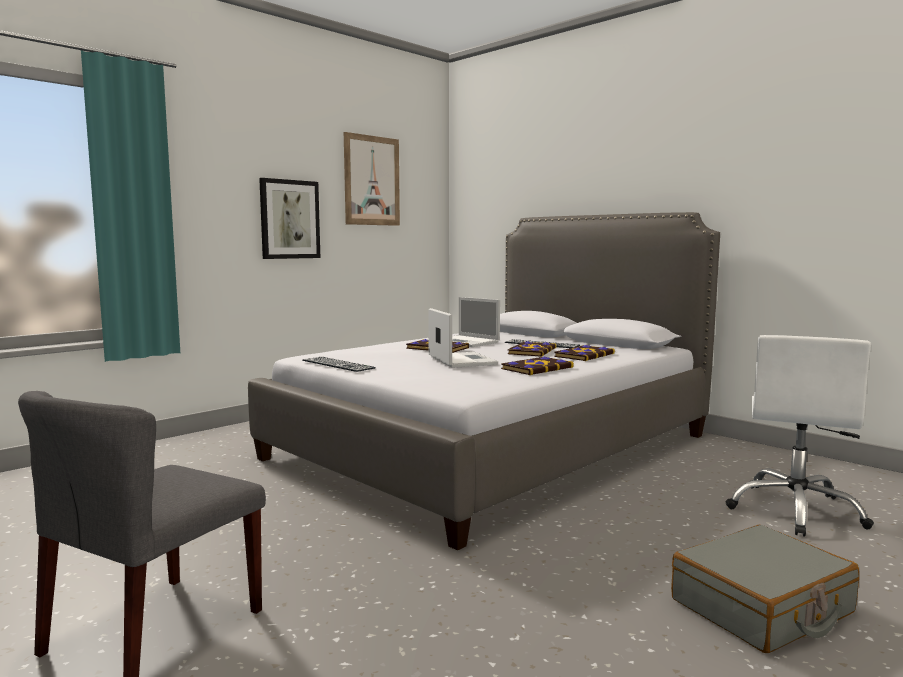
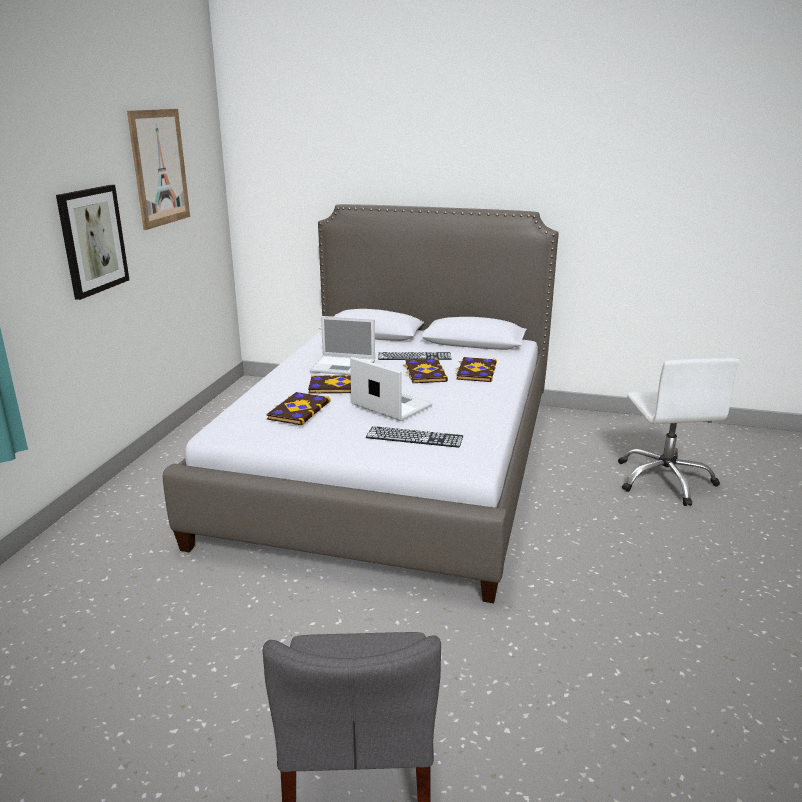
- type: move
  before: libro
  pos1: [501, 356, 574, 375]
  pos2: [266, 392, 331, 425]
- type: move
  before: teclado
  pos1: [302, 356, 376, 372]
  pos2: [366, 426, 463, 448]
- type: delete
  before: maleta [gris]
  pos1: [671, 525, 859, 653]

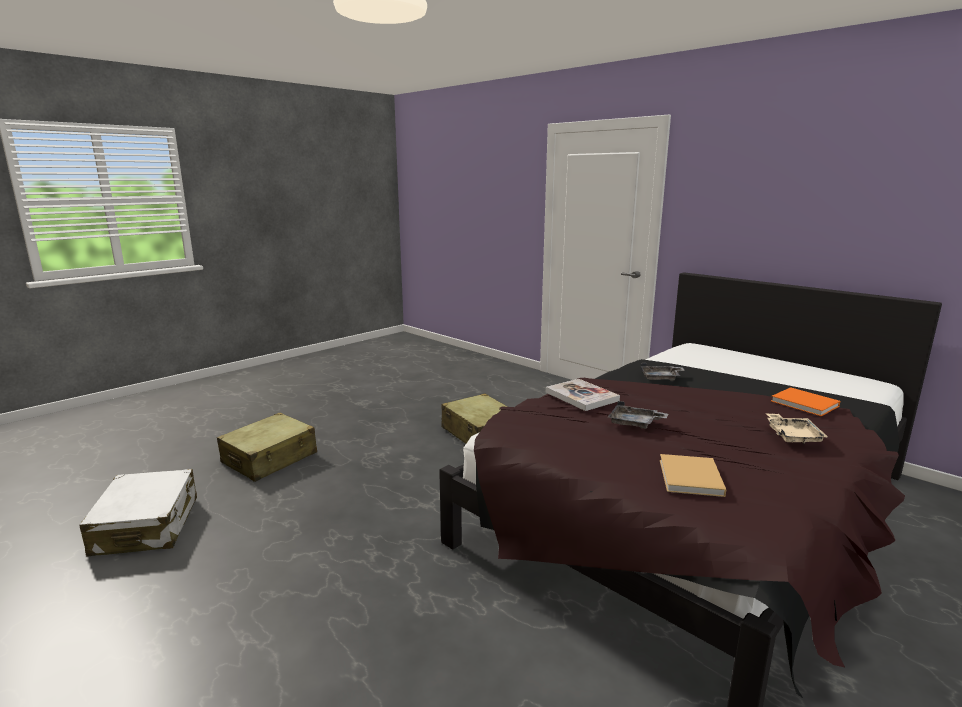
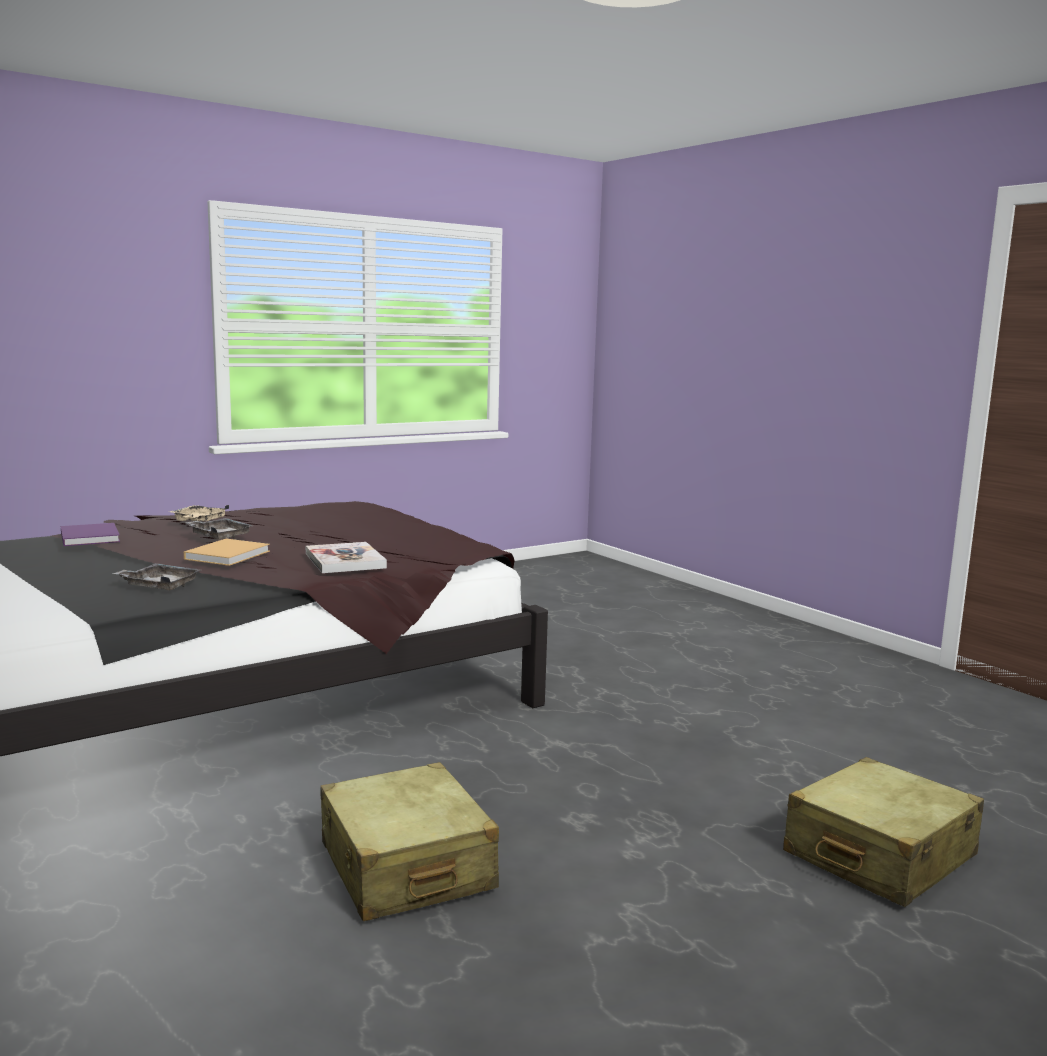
- type: recolor
  before: libro [naranja]
  after: libro [morado]
  pos1: [771, 387, 840, 416]
  pos2: [61, 523, 120, 546]
- type: move
  before: bandeja [gris]
  pos1: [608, 401, 668, 429]
  pos2: [184, 518, 253, 540]
- type: move
  before: libro [beis]
  pos1: [660, 454, 727, 497]
  pos2: [184, 539, 270, 566]
- type: delete
  before: maleta [blanco]
  pos1: [80, 469, 197, 557]

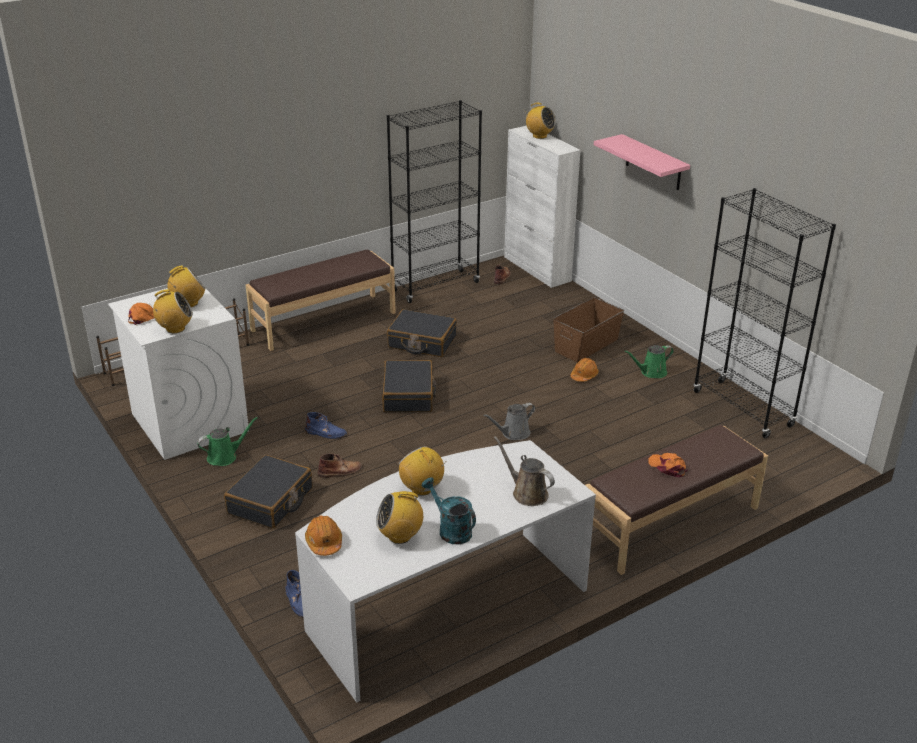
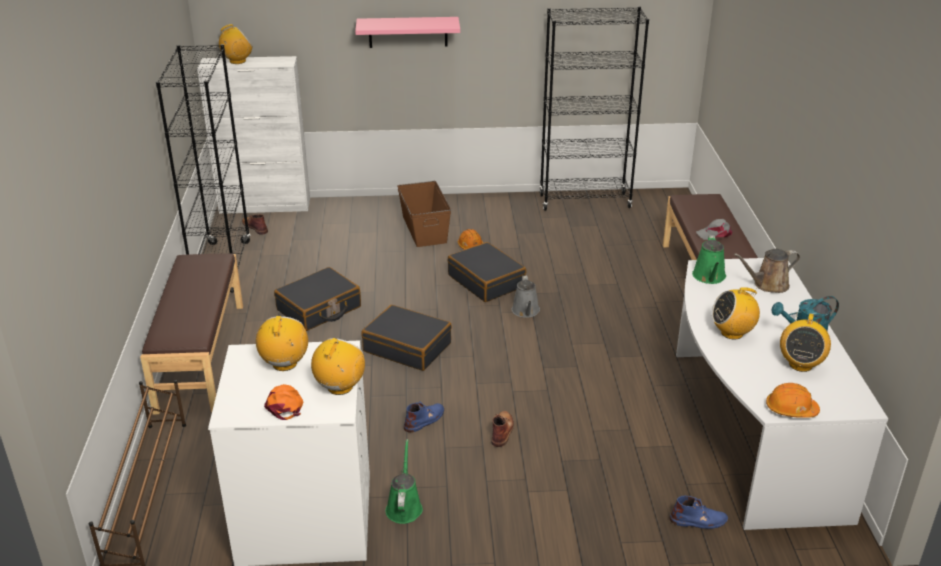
- type: move
  before: maleta [negro]
  pos1: [224, 455, 312, 529]
  pos2: [448, 242, 526, 302]
- type: move
  before: regadera [verde]
  pos1: [625, 345, 674, 378]
  pos2: [692, 236, 726, 284]
- type: recolor
  before: gorra [naranja]
  after: gorra [gris]
  pos1: [648, 453, 688, 477]
  pos2: [696, 219, 732, 240]

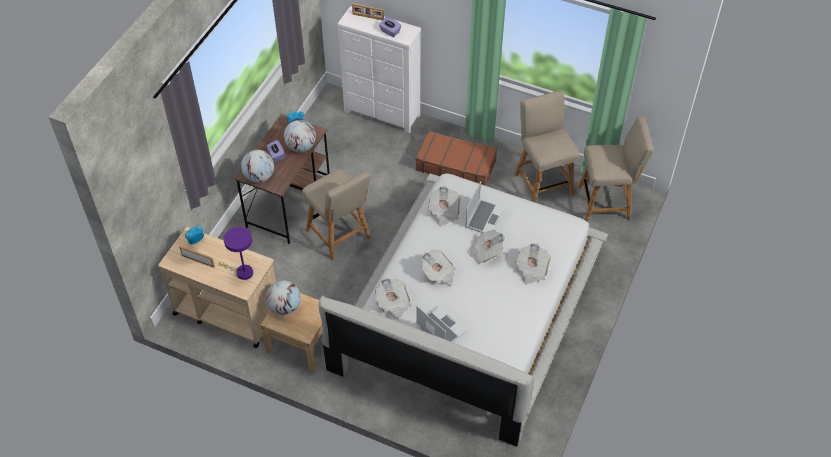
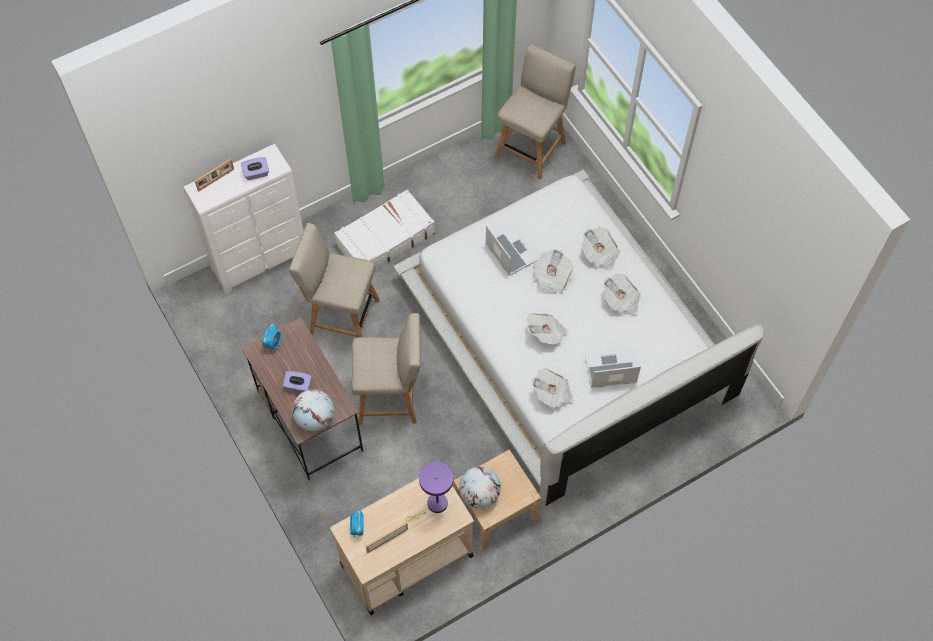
- type: move
  before: silla [beis]
  pos1: [514, 90, 580, 203]
  pos2: [289, 223, 380, 338]
- type: recolor
  before: maleta [marrón]
  after: maleta [blanco]
  pos1: [416, 131, 497, 186]
  pos2: [334, 189, 435, 270]
- type: move
  before: periódico
  pos1: [428, 186, 461, 226]
  pos2: [604, 274, 641, 316]
- type: delete
  before: globo terráqueo
  pos1: [284, 120, 316, 152]

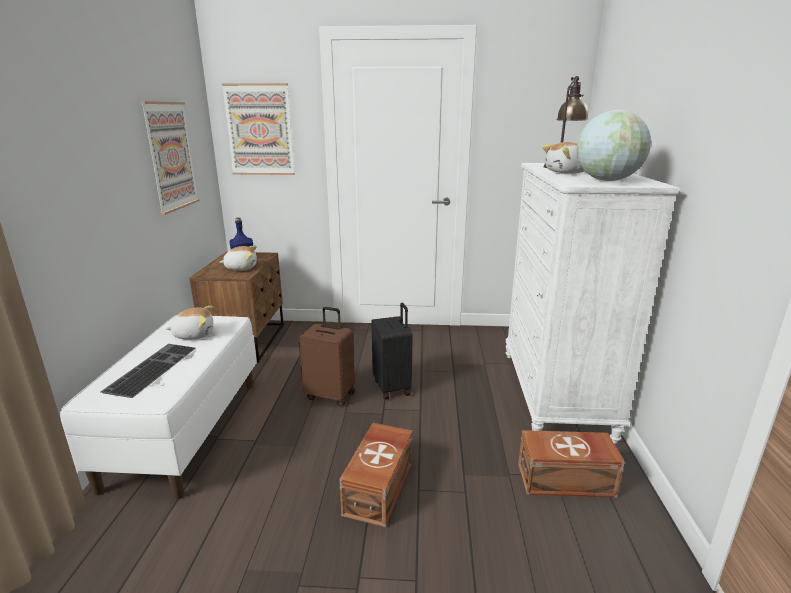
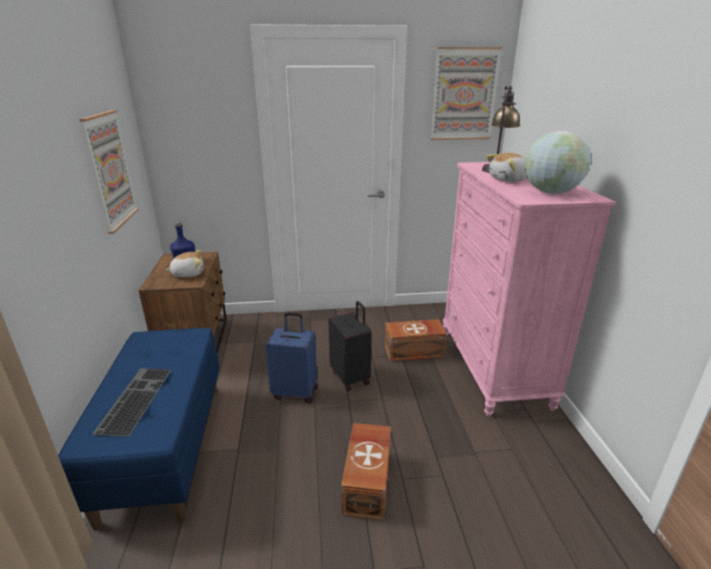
- type: recolor
  before: banco [blanco]
  after: banco [azul]
  pos1: [60, 315, 257, 499]
  pos2: [58, 328, 220, 531]
- type: recolor
  before: maleta [marrón]
  after: maleta [azul]
  pos1: [298, 307, 355, 407]
  pos2: [265, 312, 318, 403]
- type: move
  before: caja de almacenaje [marrón]
  pos1: [518, 430, 625, 498]
  pos2: [385, 319, 447, 361]
- type: move
  before: cuadro
  pos1: [222, 83, 295, 175]
  pos2: [430, 47, 502, 140]
- type: recolor
  before: cómoda [blanco]
  after: cómoda [rosa]
  pos1: [506, 163, 680, 443]
  pos2: [443, 162, 616, 416]
- type: delete
  before: peluche
  pos1: [166, 306, 213, 339]

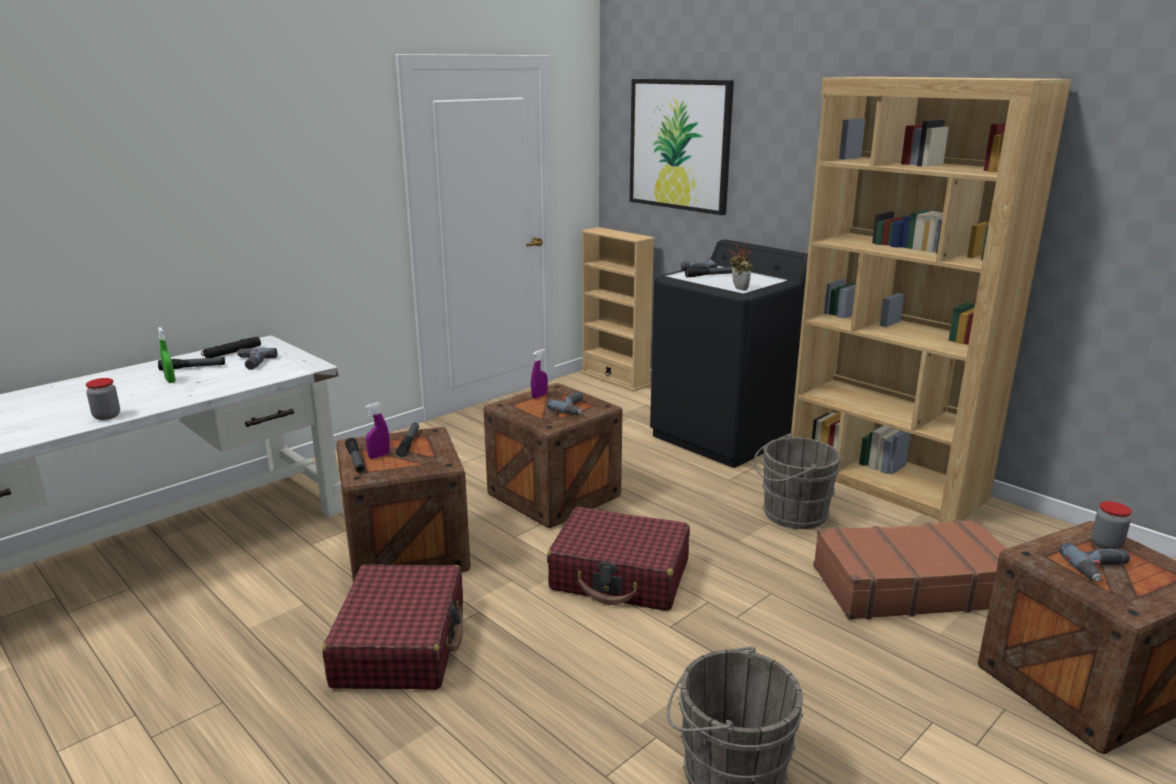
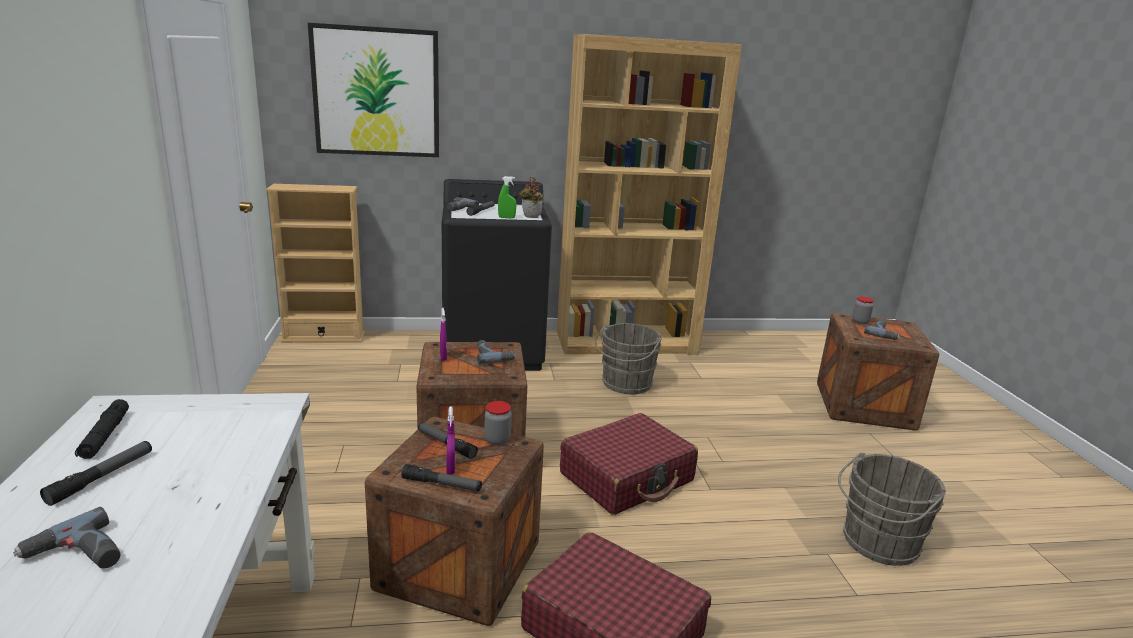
- type: move
  before: taladro
  pos1: [236, 348, 277, 370]
  pos2: [13, 507, 120, 569]
- type: move
  before: tarro
  pos1: [86, 378, 120, 420]
  pos2: [484, 401, 512, 445]
- type: move
  before: pulverizador [verde]
  pos1: [158, 327, 176, 383]
  pos2: [498, 176, 516, 218]
- type: delete
  before: maleta [marrón]
  pos1: [813, 519, 1007, 620]

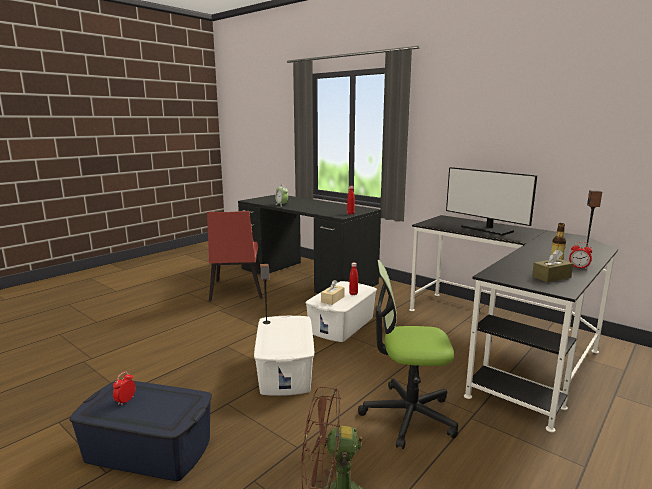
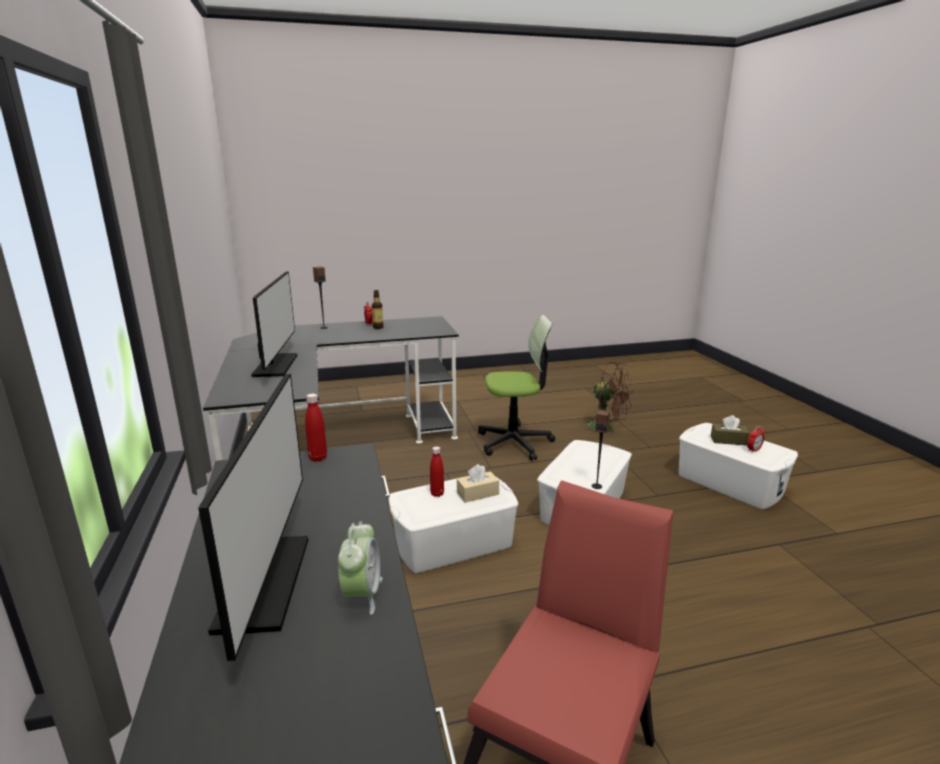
- type: insert
  after: monitor
  pos2: [198, 373, 308, 661]
- type: rotate
  before: silla de oficina
  pos1: [358, 260, 458, 449]
  pos2: [478, 315, 555, 461]
  turn: -45
- type: recolor
  before: caja de almacenaje [azul]
  after: caja de almacenaje [blanco]
  pos1: [69, 379, 212, 481]
  pos2: [679, 423, 798, 509]
- type: move
  before: caja de pañuelos [marrón]
  pos1: [532, 249, 573, 282]
  pos2: [711, 415, 750, 446]

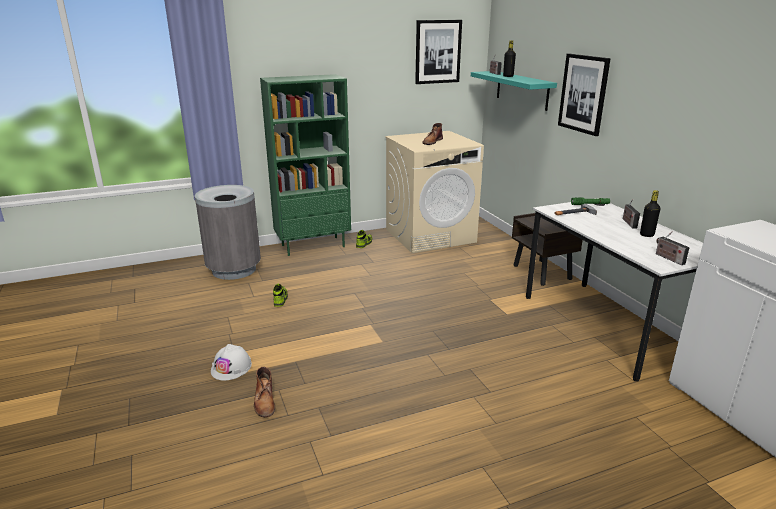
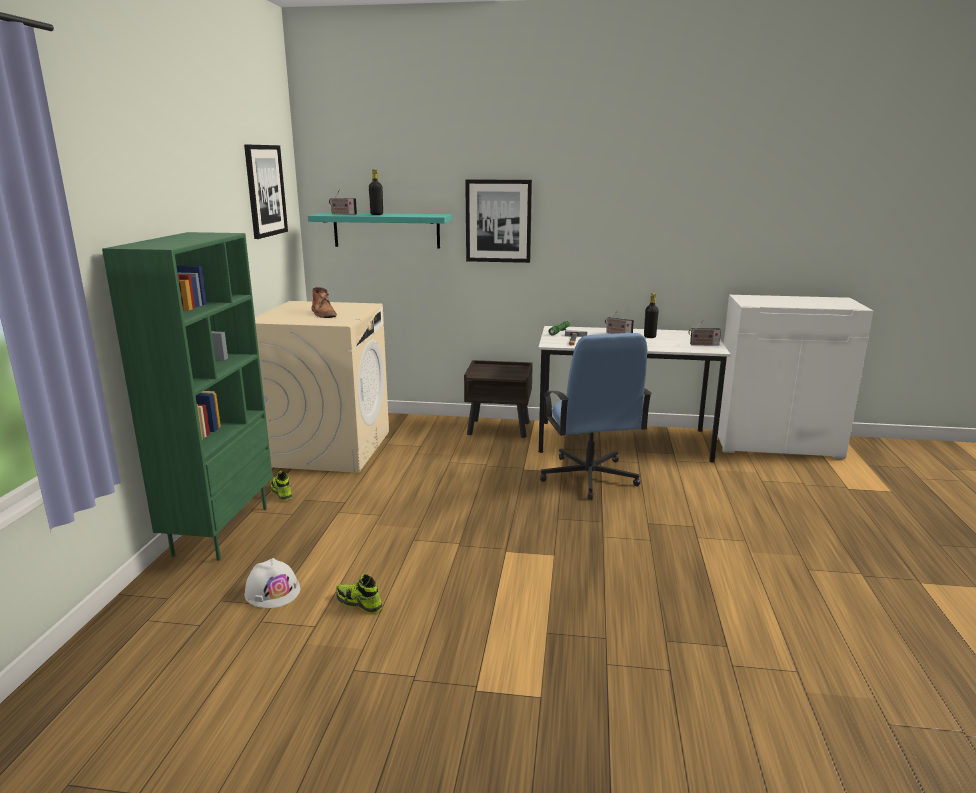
- type: move
  before: casco [blanco]
  pos1: [211, 344, 252, 381]
  pos2: [245, 558, 301, 608]
- type: insert
  after: silla de oficina [azul]
  pos2: [540, 333, 652, 499]
- type: delete
  before: papelera [gris]
  pos1: [195, 185, 261, 280]
- type: delete
  before: bota [marrón]
  pos1: [254, 367, 275, 417]

